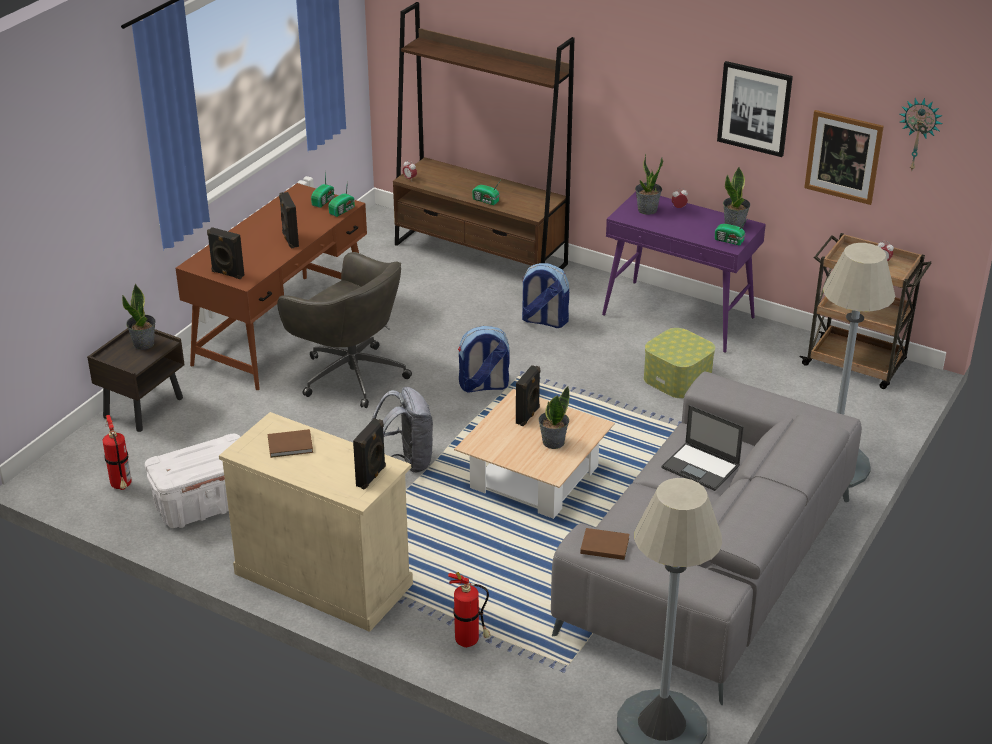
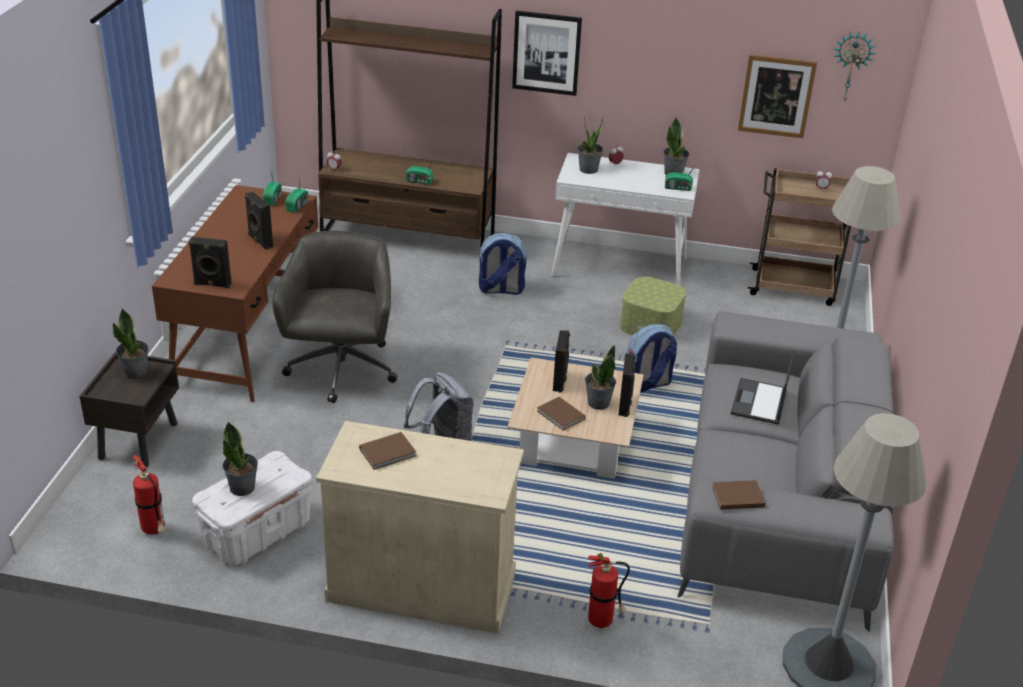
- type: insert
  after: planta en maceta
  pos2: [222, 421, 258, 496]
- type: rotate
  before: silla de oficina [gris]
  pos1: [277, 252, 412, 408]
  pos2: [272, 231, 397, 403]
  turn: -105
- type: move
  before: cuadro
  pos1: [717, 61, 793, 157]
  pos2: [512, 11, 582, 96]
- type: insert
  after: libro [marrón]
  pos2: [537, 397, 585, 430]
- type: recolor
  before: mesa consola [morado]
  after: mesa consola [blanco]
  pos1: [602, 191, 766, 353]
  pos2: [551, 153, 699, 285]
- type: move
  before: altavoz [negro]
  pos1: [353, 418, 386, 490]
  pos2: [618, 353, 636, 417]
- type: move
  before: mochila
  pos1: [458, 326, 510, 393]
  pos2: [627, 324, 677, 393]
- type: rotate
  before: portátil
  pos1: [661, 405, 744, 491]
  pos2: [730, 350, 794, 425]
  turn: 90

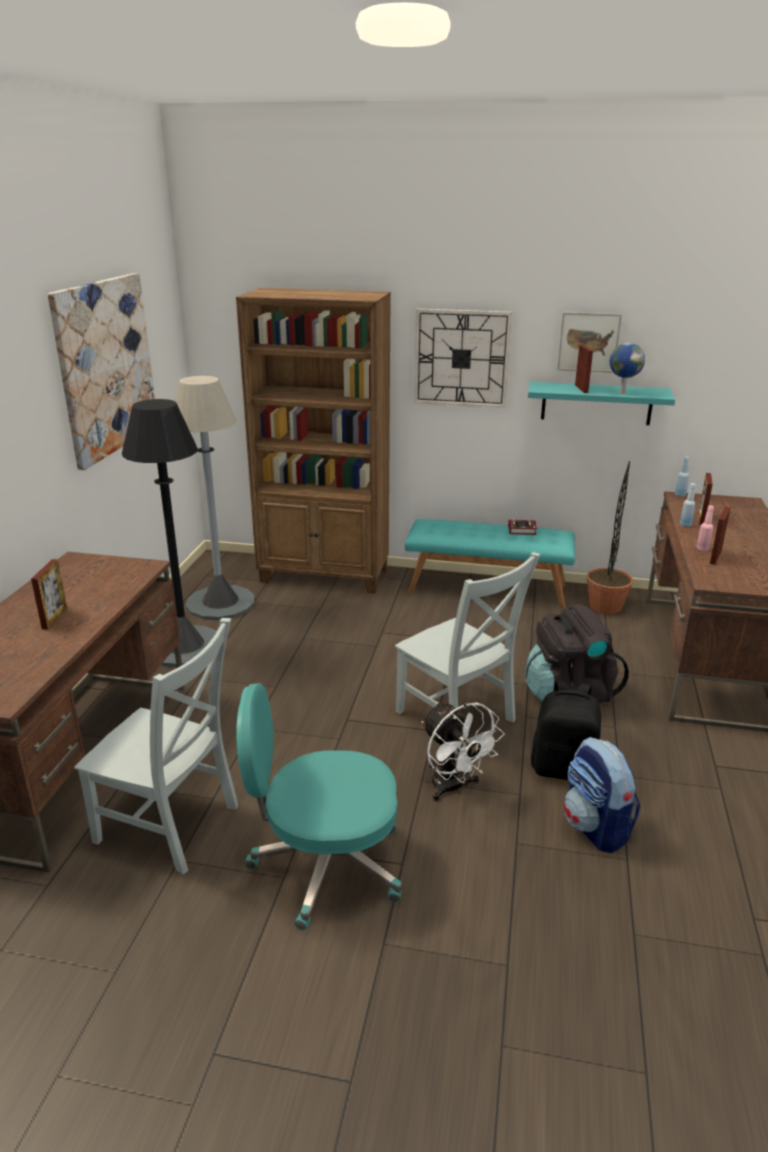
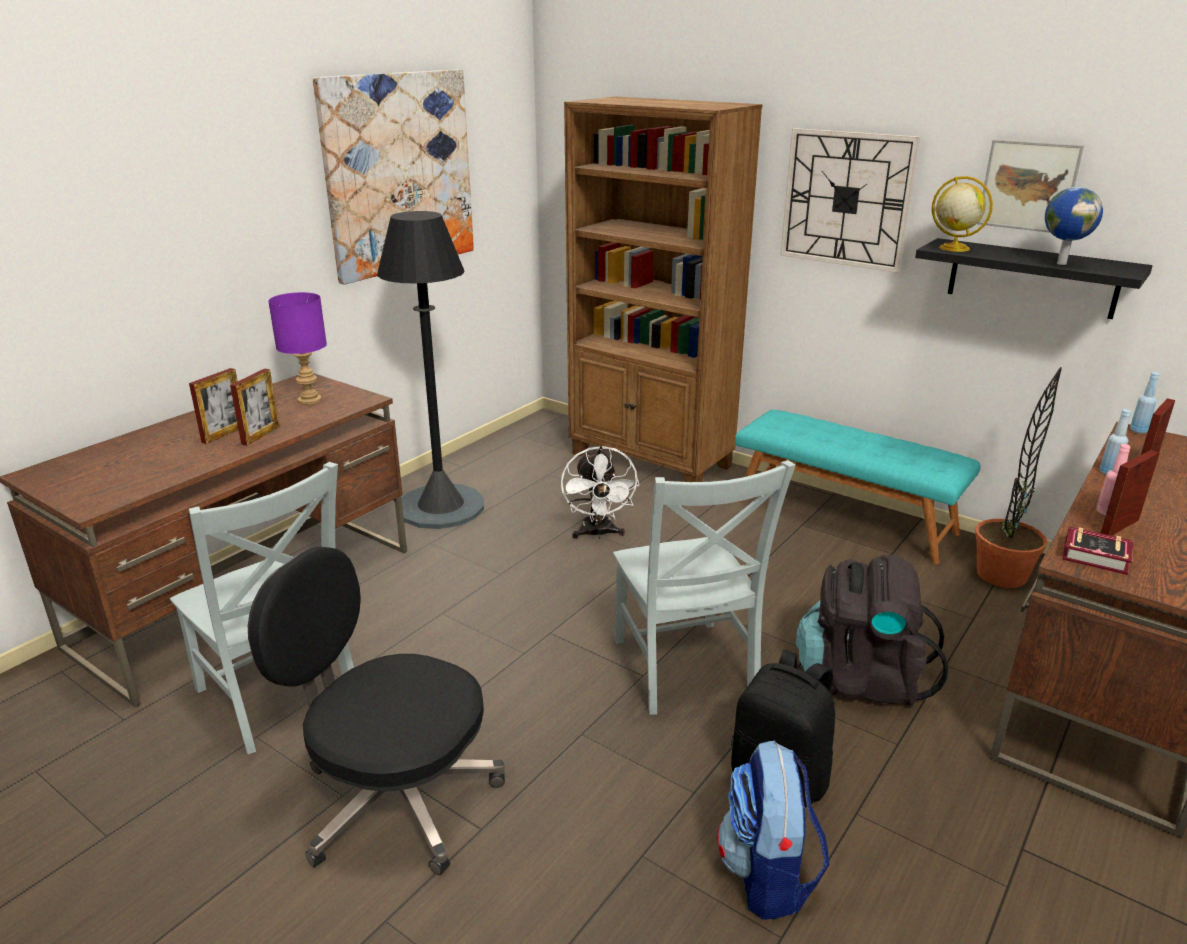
- type: move
  before: portarretratos
  pos1: [575, 345, 593, 393]
  pos2: [230, 368, 280, 446]
- type: recolor
  before: silla de oficina [turquesa]
  after: silla de oficina [negro]
  pos1: [236, 683, 402, 930]
  pos2: [248, 546, 505, 875]
- type: insert
  after: lámpara de mesa [morado]
  pos2: [268, 292, 327, 405]
- type: move
  before: ventilador [blanco]
  pos1: [422, 702, 504, 801]
  pos2: [561, 446, 639, 539]
- type: recolor
  before: estante [turquesa]
  after: estante [negro]
  pos1: [528, 382, 675, 425]
  pos2: [915, 238, 1153, 319]
- type: insert
  after: globo terráqueo
  pos2: [932, 176, 993, 252]
- type: move
  before: libro
  pos1: [508, 519, 537, 535]
  pos2: [1062, 526, 1133, 575]
- type: delete
  before: lámpara de pie [gris]
  pos1: [175, 376, 255, 620]

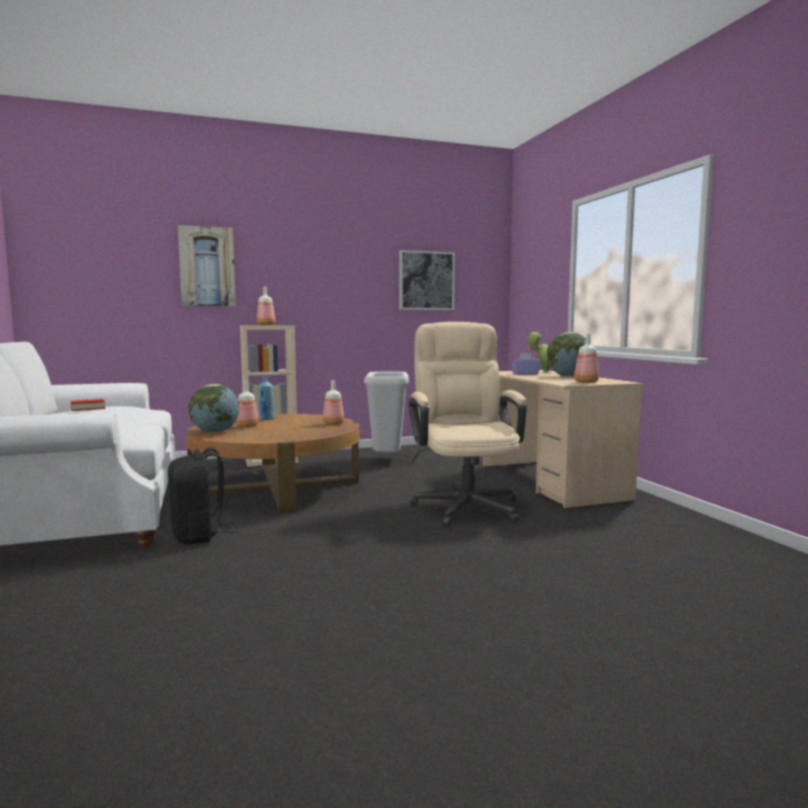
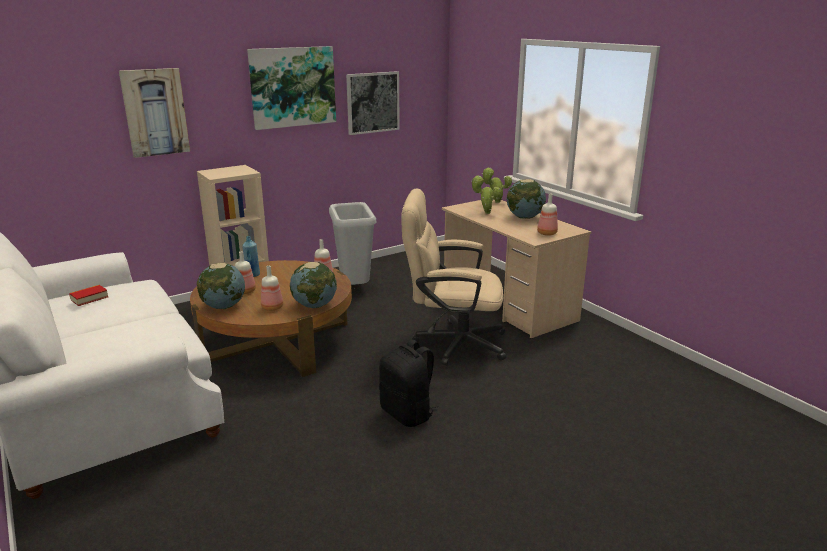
- type: insert
  after: cuadro
  pos2: [247, 46, 336, 130]
- type: move
  before: botella
  pos1: [257, 287, 276, 325]
  pos2: [261, 266, 283, 311]
- type: insert
  after: globo terráqueo
  pos2: [290, 262, 337, 308]
- type: move
  before: mochila [negro]
  pos1: [168, 448, 237, 544]
  pos2: [379, 340, 439, 427]
- type: rotate
  before: silla de oficina [beis]
  pos1: [408, 322, 527, 527]
  pos2: [401, 188, 506, 366]
  turn: -60
- type: replace
  before: caja de pañuelos [morado]
  after: planta en maceta
  pos1: [511, 353, 542, 375]
  pos2: [471, 175, 501, 214]

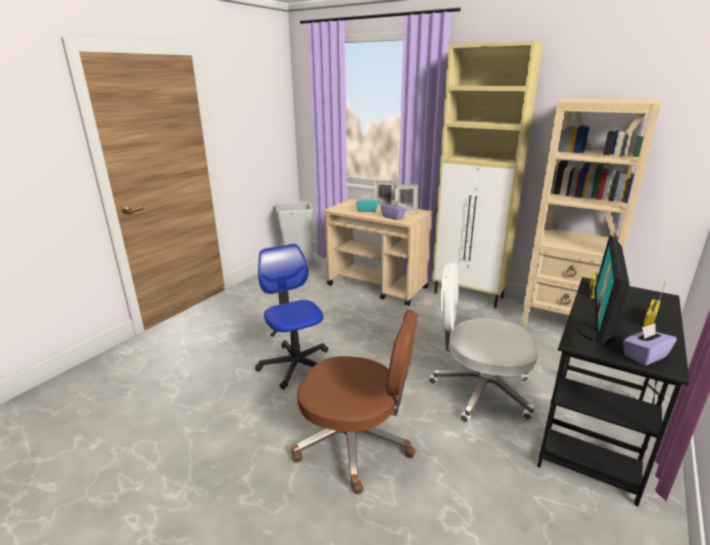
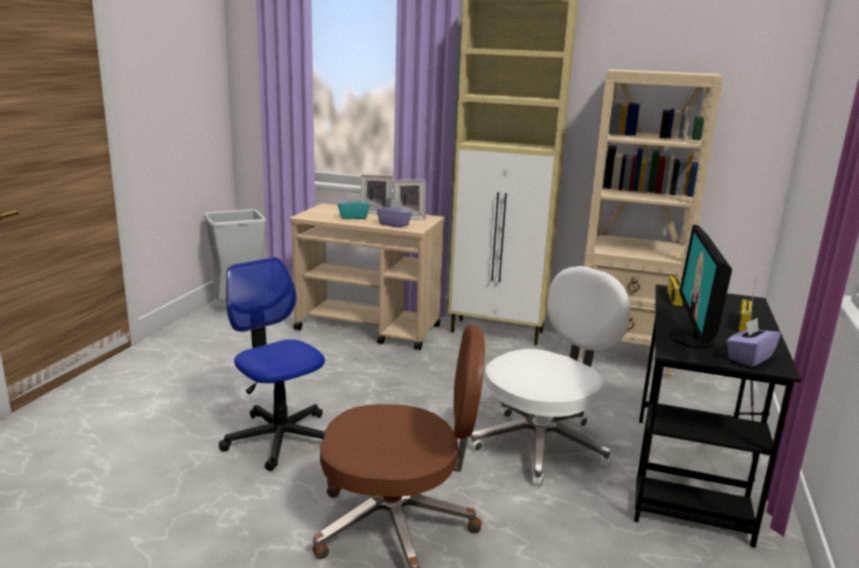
- type: rotate
  before: silla de oficina [blanco]
  pos1: [429, 263, 538, 422]
  pos2: [469, 266, 631, 486]
  turn: 135

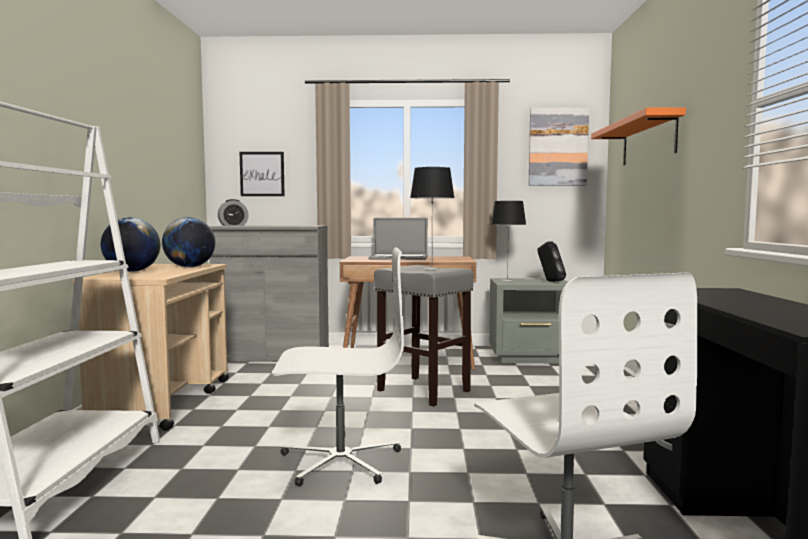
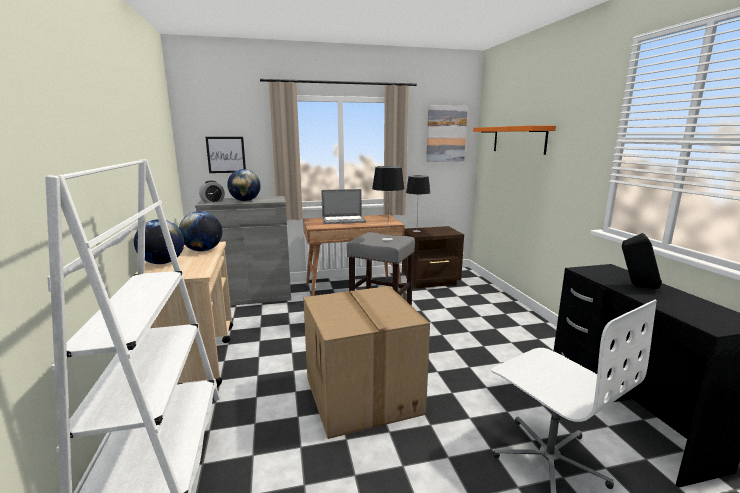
- type: insert
  after: globo terráqueo
  pos2: [227, 169, 261, 201]
- type: replace
  before: silla de oficina [blanco]
  after: caja de cartón
  pos1: [272, 247, 404, 487]
  pos2: [303, 286, 430, 439]
- type: recolor
  before: mesita de noche [gris]
  after: mesita de noche [marrón]
  pos1: [489, 278, 568, 363]
  pos2: [402, 226, 464, 288]
- type: move
  before: altavoz [negro]
  pos1: [538, 241, 566, 282]
  pos2: [622, 233, 662, 289]

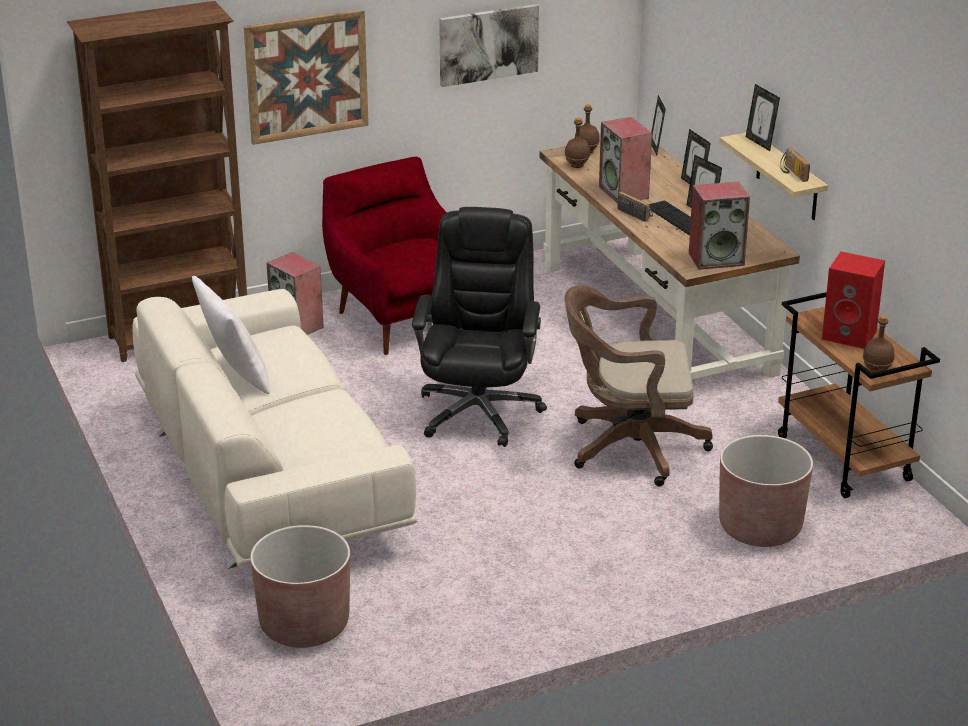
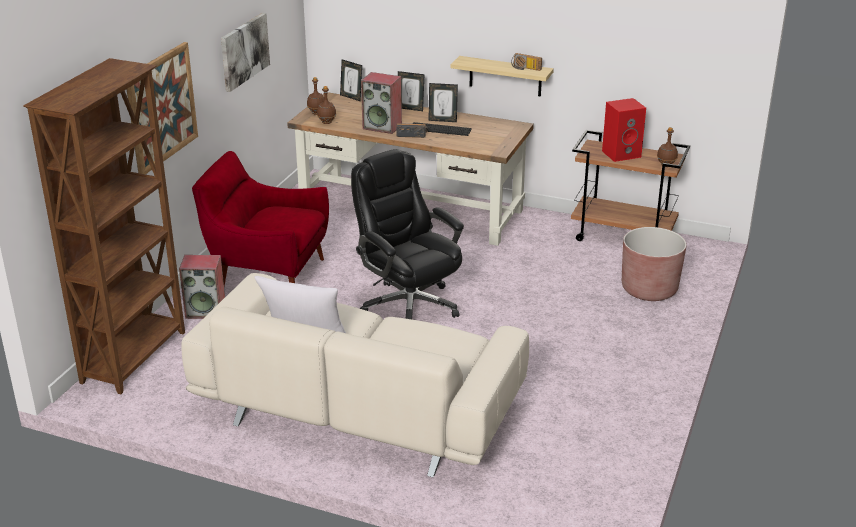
- type: delete
  before: maceta [marrón]
  pos1: [250, 525, 350, 648]
- type: delete
  before: silla de oficina [marrón]
  pos1: [564, 285, 713, 487]
- type: delete
  before: altavoz
  pos1: [689, 182, 750, 270]
- type: delete
  before: portarretratos
  pos1: [746, 84, 780, 151]

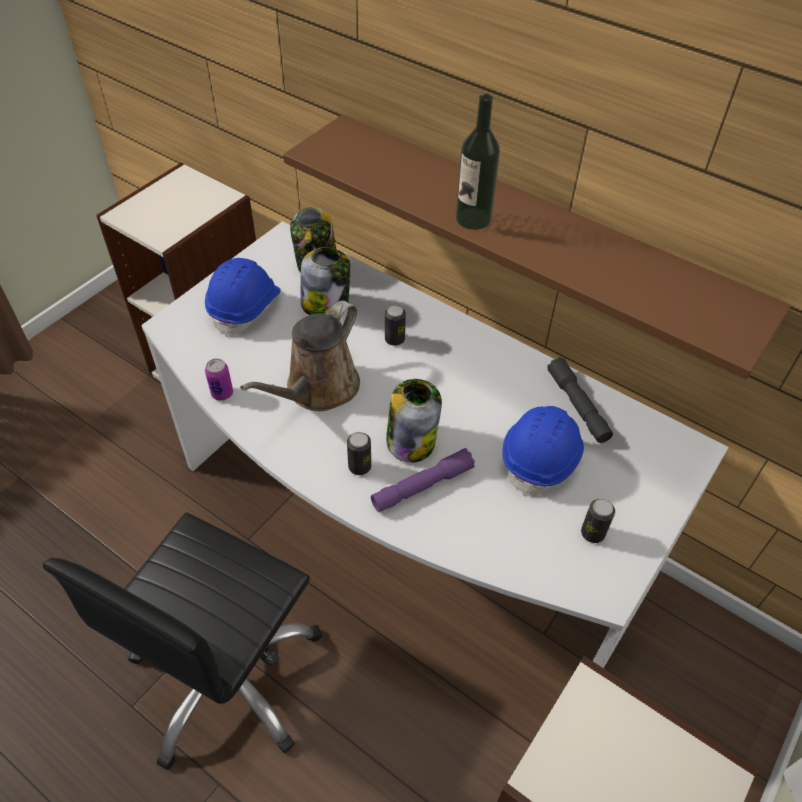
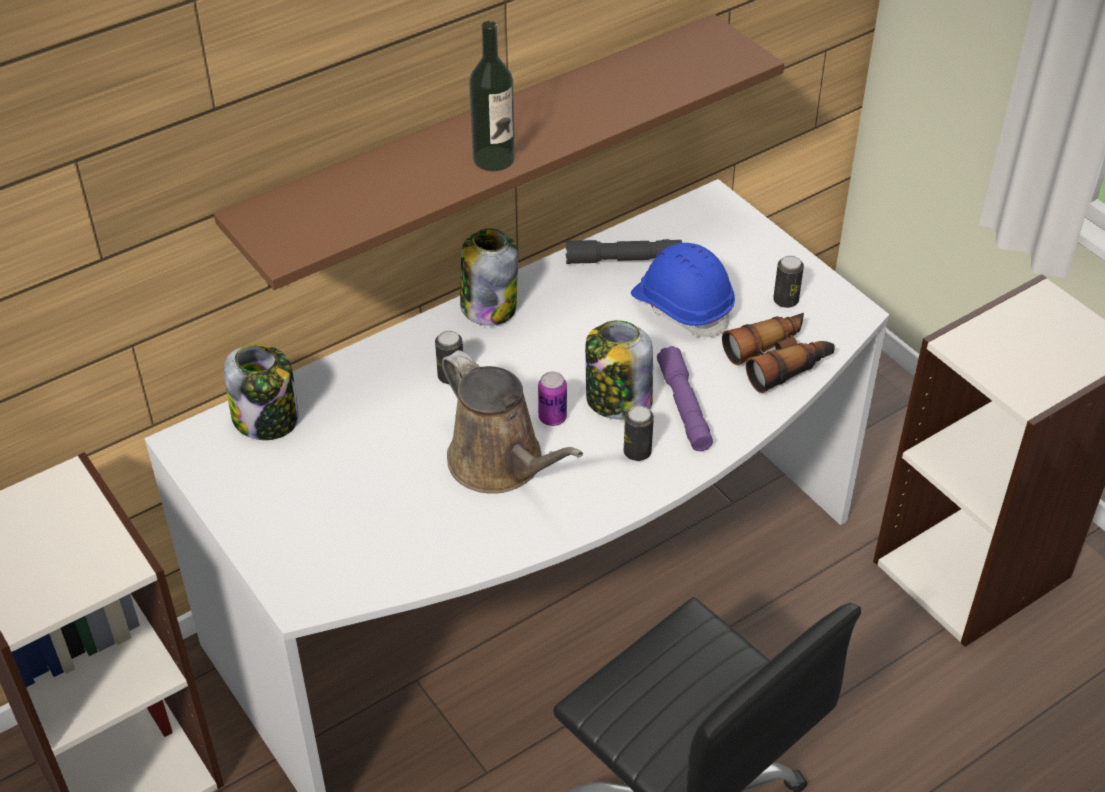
- type: move
  before: tarro
  pos1: [301, 247, 350, 315]
  pos2: [460, 228, 518, 326]
- type: move
  before: lata
  pos1: [205, 359, 233, 401]
  pos2: [538, 372, 567, 426]
- type: insert
  after: prismáticos
  pos2: [722, 313, 835, 393]
- type: delete
  before: casco [azul]
  pos1: [205, 258, 281, 337]

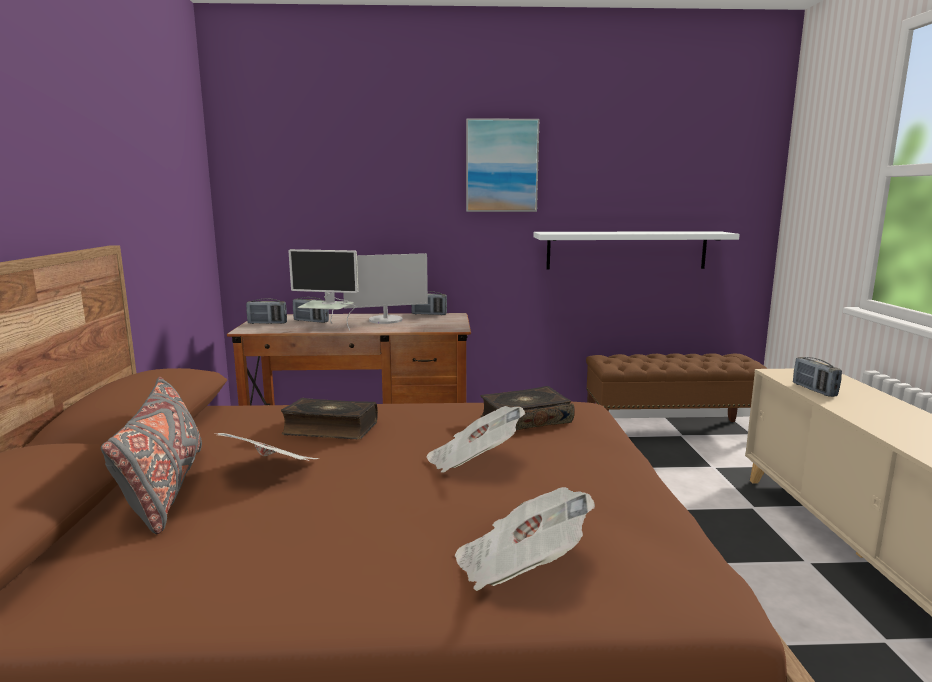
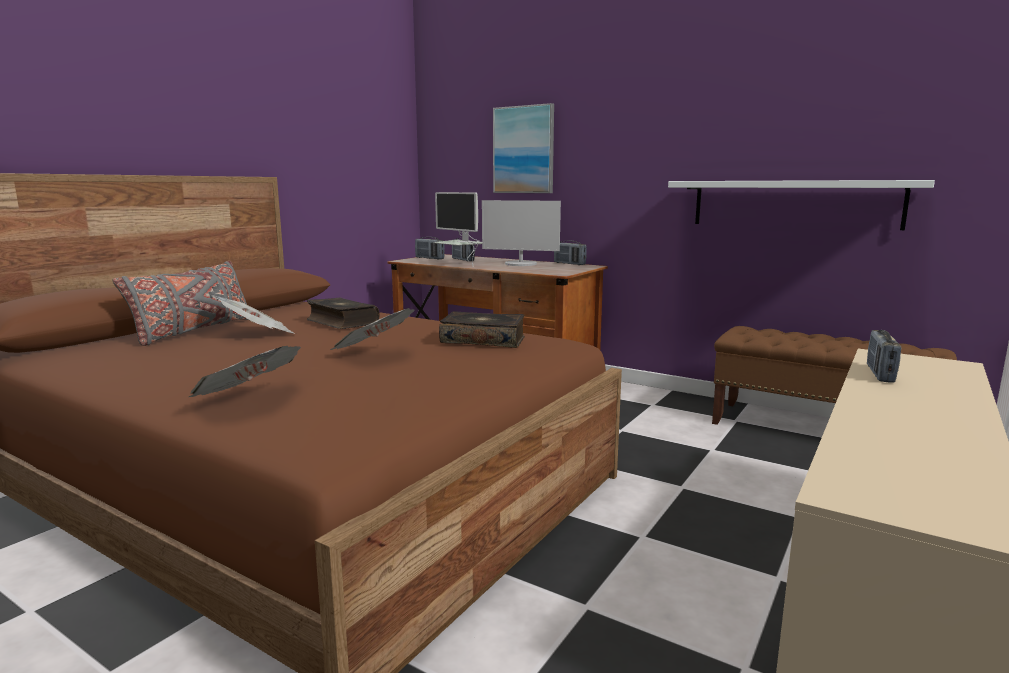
- type: move
  before: cuadro
  pos1: [466, 118, 539, 212]
  pos2: [493, 103, 554, 193]

